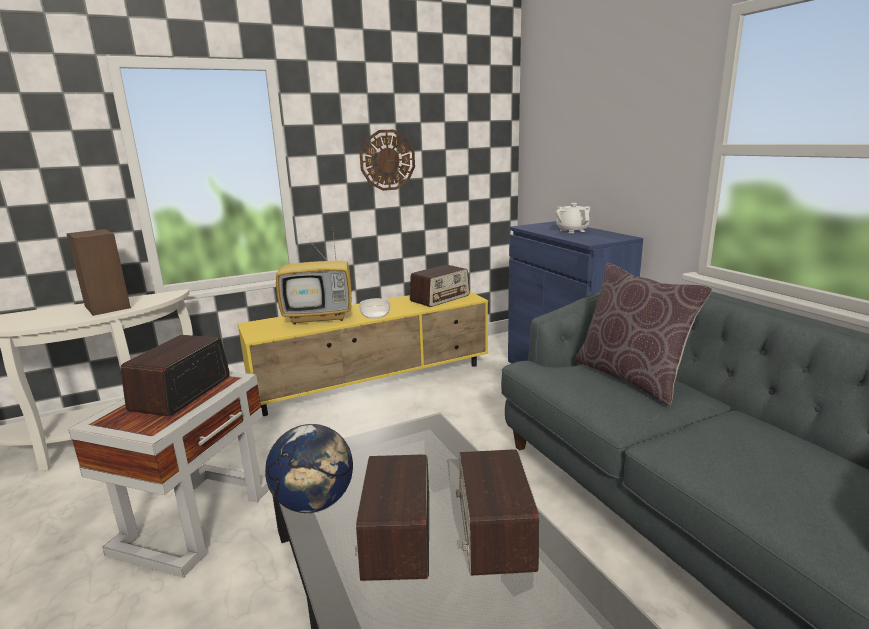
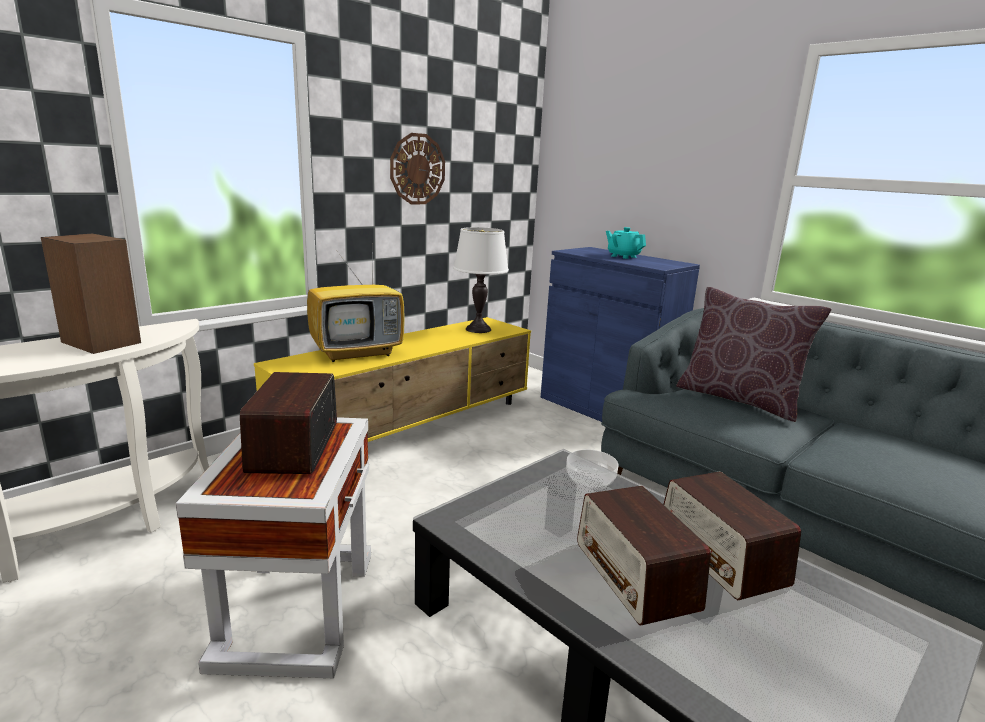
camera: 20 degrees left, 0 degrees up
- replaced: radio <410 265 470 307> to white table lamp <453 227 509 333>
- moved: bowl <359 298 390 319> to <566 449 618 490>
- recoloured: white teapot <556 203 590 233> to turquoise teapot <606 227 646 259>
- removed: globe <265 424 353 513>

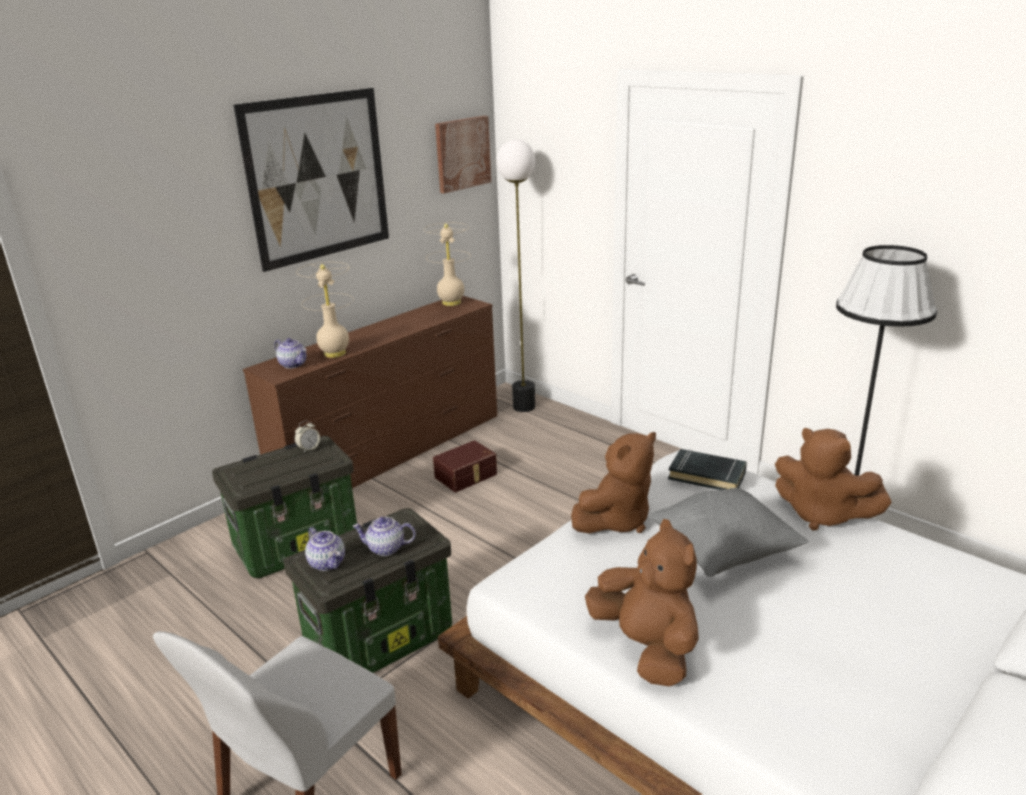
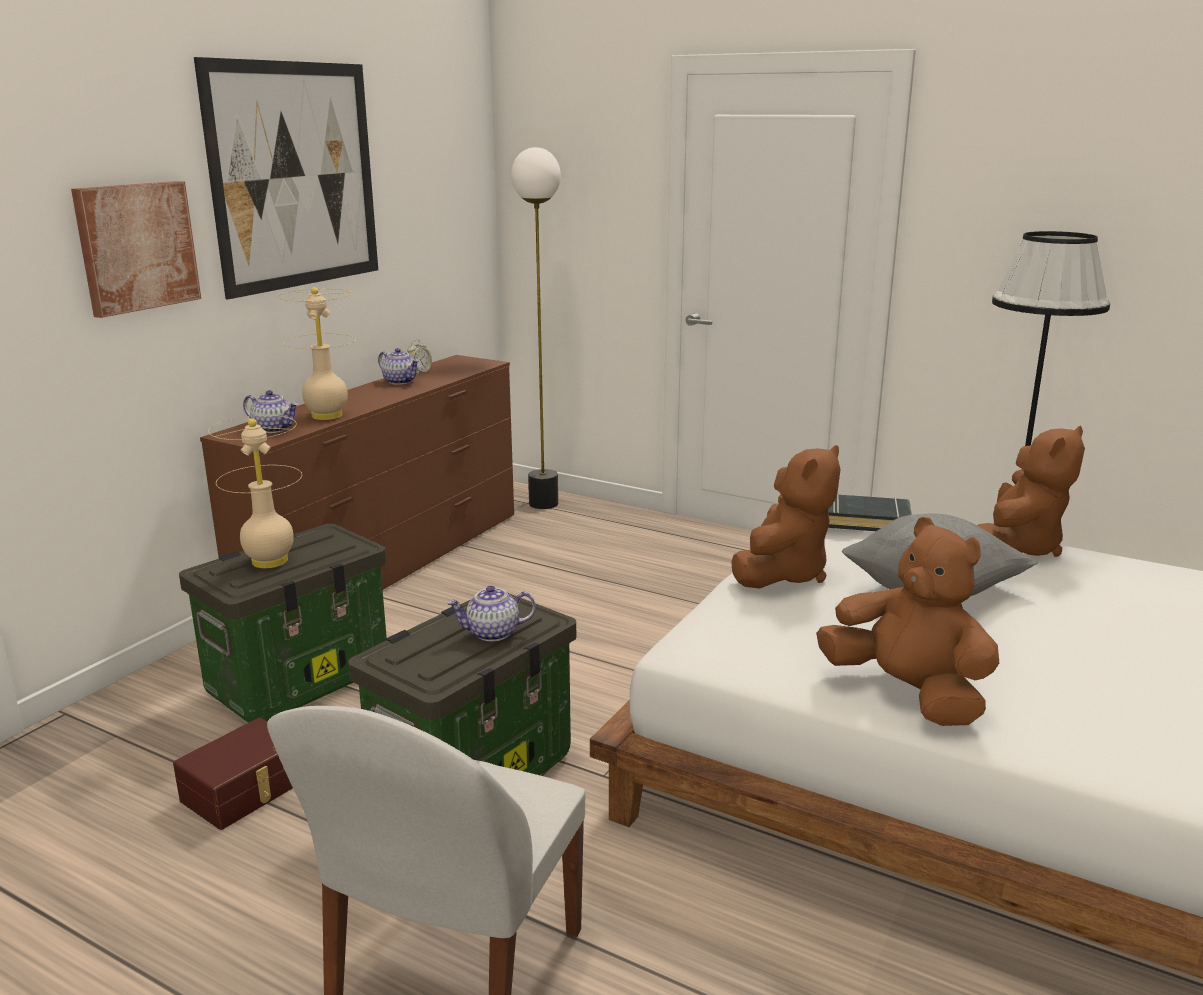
camera: 15 degrees left, 5 degrees down
- moved: picture <435 116 491 193> to <71 181 201 318>
- moved: brown storage box <433 440 497 492> to <173 717 293 830>
- moved: beige table lamp <424 223 470 306> to <208 415 302 568>
- moved: teapot <305 527 345 571> to <378 348 419 385>
- moved: alarm clock <295 420 320 453> to <407 339 432 375>
- turned: brown plush toy <775 428 892 531> = <977 426 1085 557> 75 degrees counterclockwise

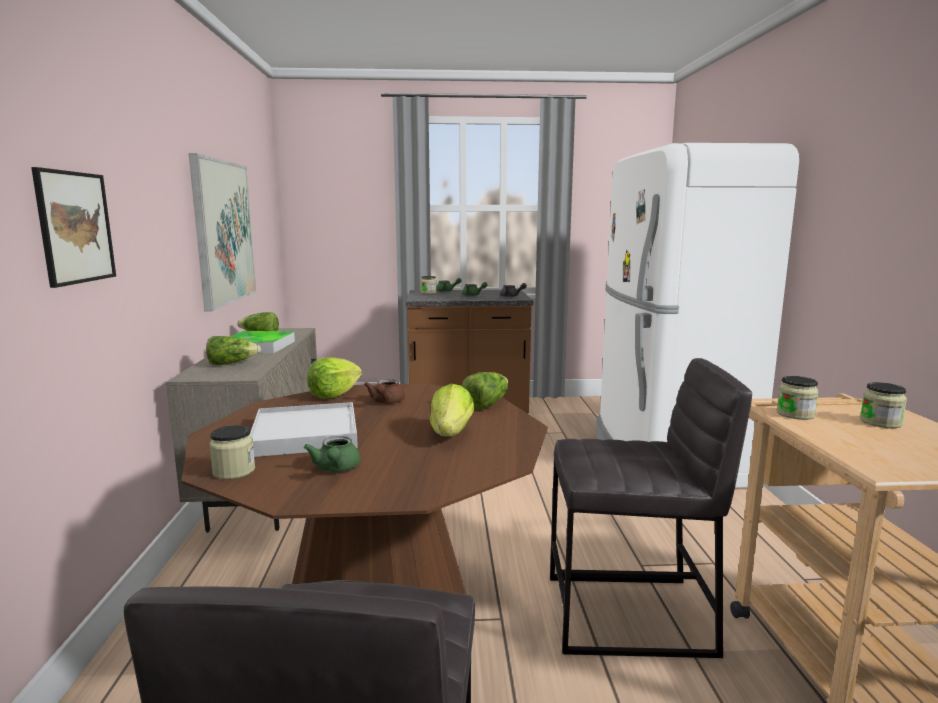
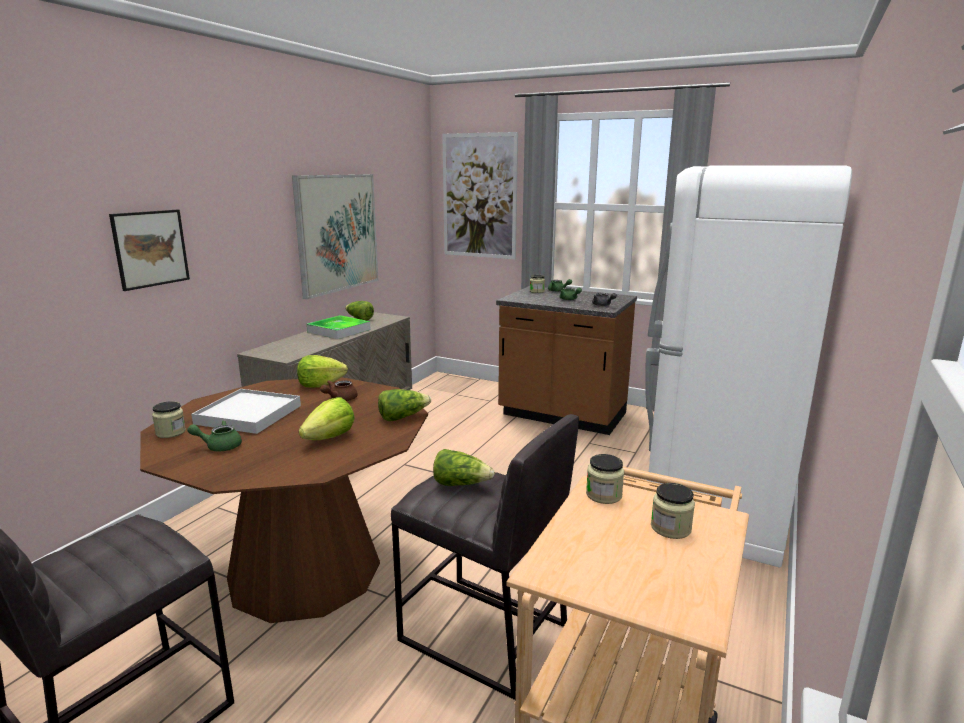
camera: 30 degrees right, 5 degrees up
- turned: green teapot <304 436 360 472> = <187 420 242 451> 60 degrees clockwise
- moved: lettuce <206 336 261 365> to <433 449 495 486>
- added: picture <442 132 518 259>

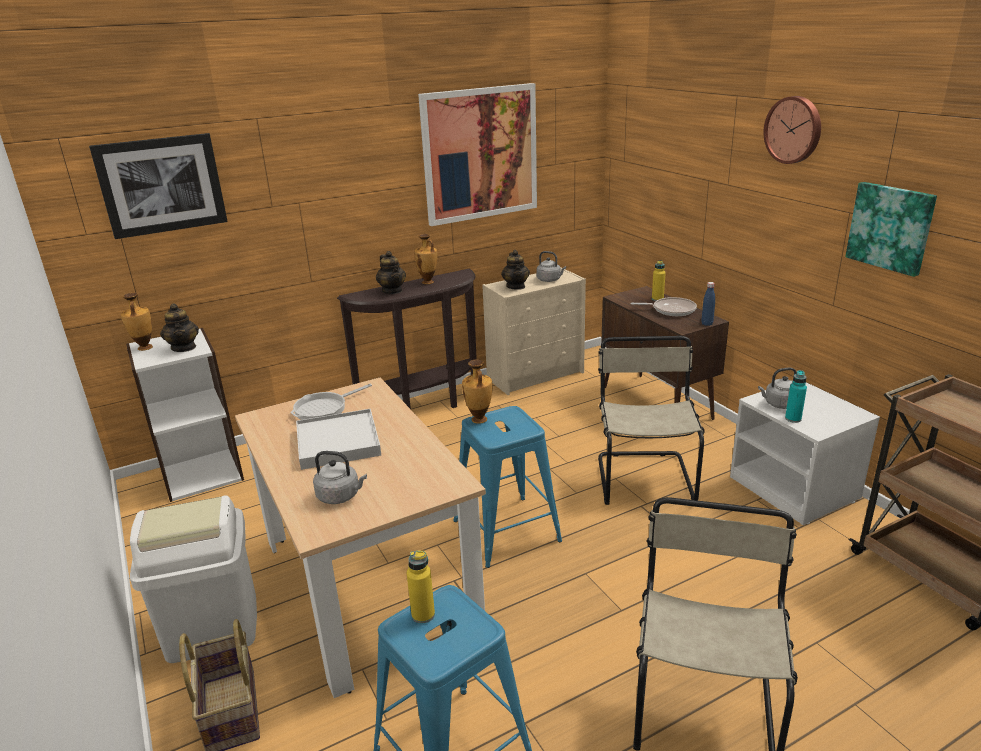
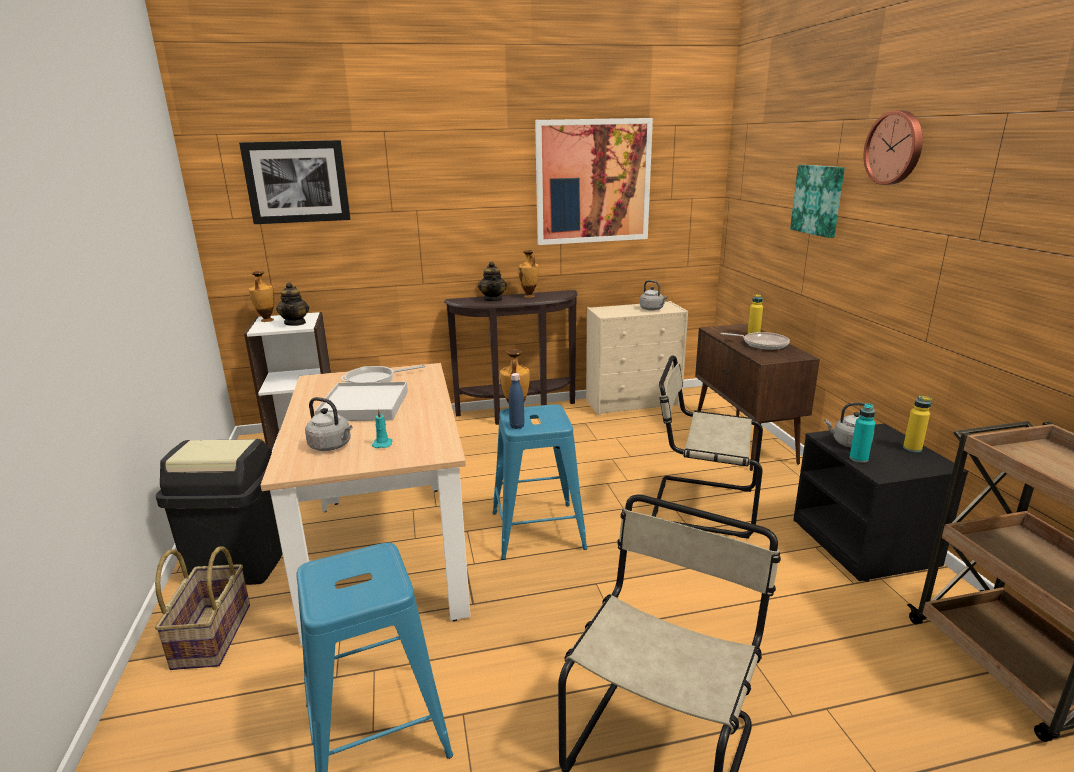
camera: 15 degrees right, 5 degrees down
- recoloured: white trash can <130 496 257 663> to black trash can <156 439 283 585>
- added: turquoise candle <372 409 393 448>
- moved: blue bottle <701 282 715 326> to <509 373 525 429>
- turned: beige chair <598 336 704 505> = <652 355 763 539> 90 degrees counterclockwise
- moved: picture <845 182 937 277> to <790 165 845 238>
- recoloured: white nightstand <730 382 880 525> to black nightstand <793 423 968 582>
- moved: yellow bottle <407 551 435 624> to <903 396 932 452>
- removed: teapot <501 250 530 290>

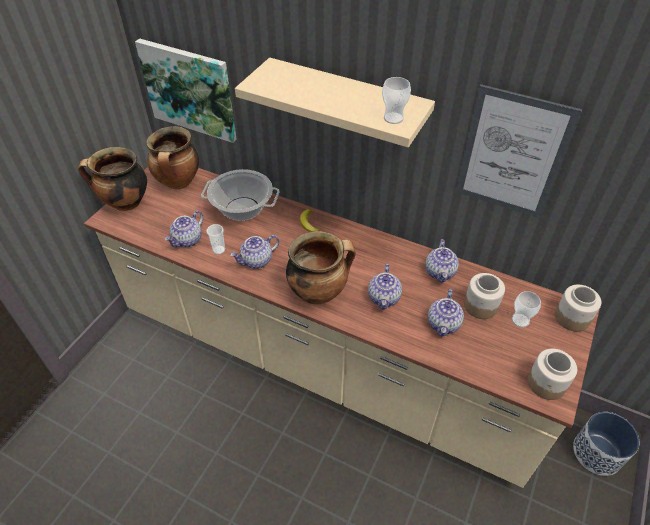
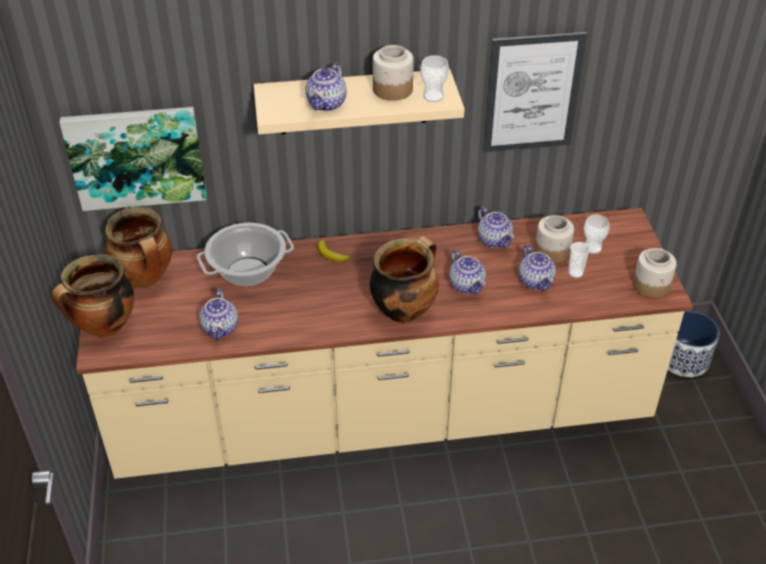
camera: 35 degrees left, 5 degrees down
- moved: teapot <230 235 279 269> to <306 63 347 111>
- moved: jar <555 285 601 332> to <373 45 414 101>
- moved: cup <206 224 225 255> to <568 242 590 278>

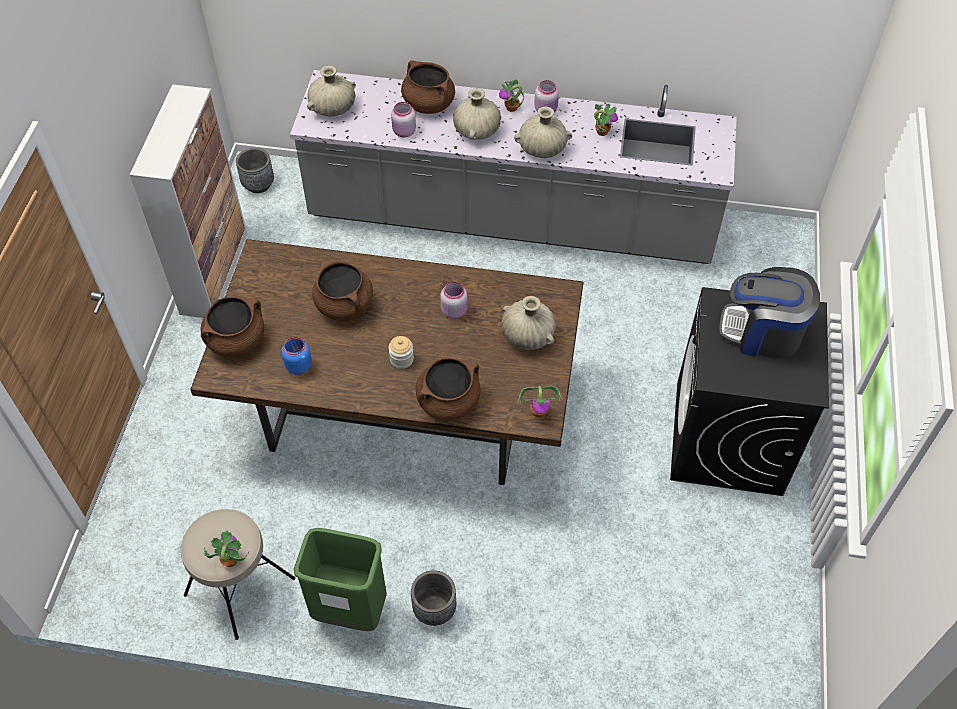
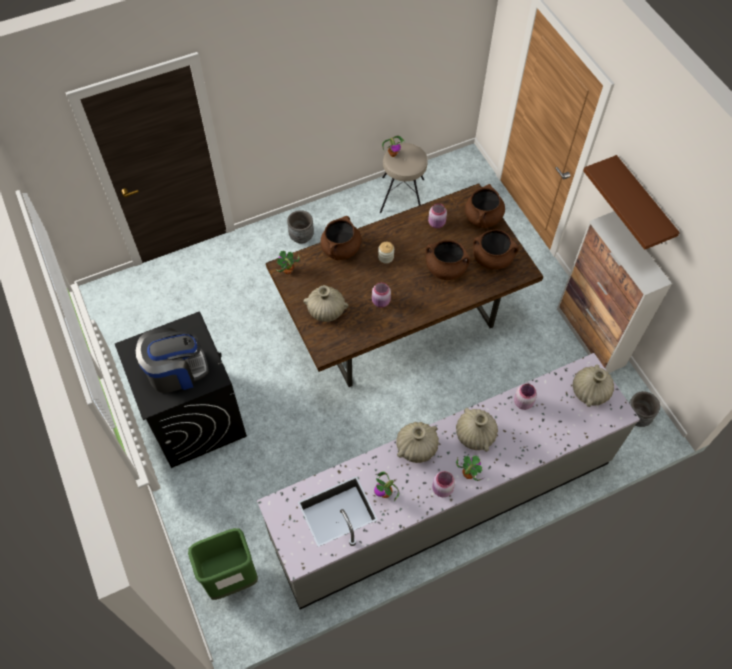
camera: 145 degrees right, 5 degrees up
- moved: green trash can <294 528 387 631> to <188 528 258 600>
- recoloured: blue jar <282 337 312 375> to pink jar <428 203 447 228>
- moved: brown cooking pot <401 61 455 114> to <473 229 519 270>
- added: brown shelf <583 155 680 250>

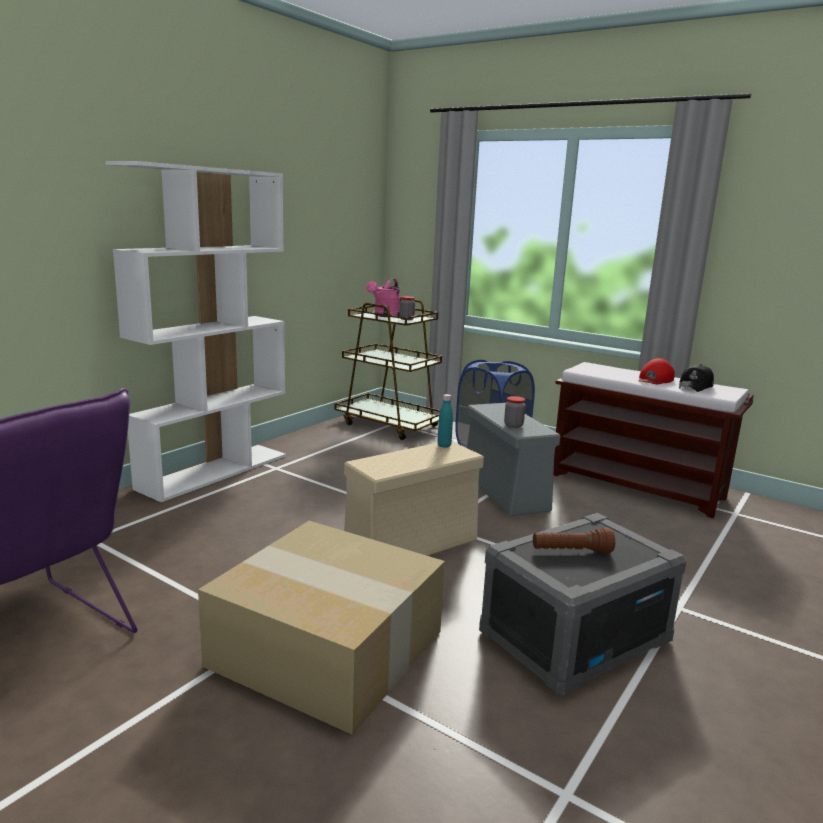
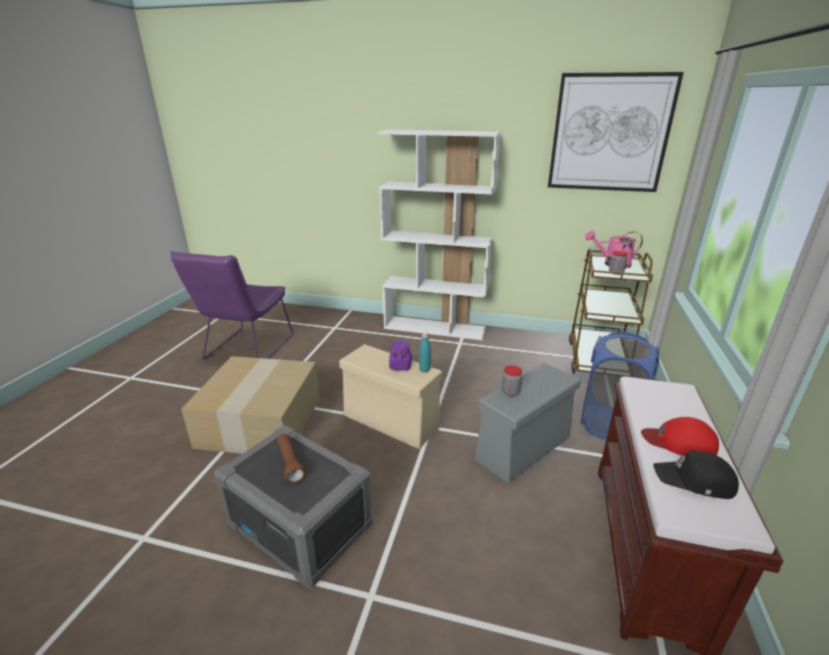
camera: 70 degrees right, 10 degrees up
- added: purple jar <389 341 412 371>
- added: picture <548 72 684 192>

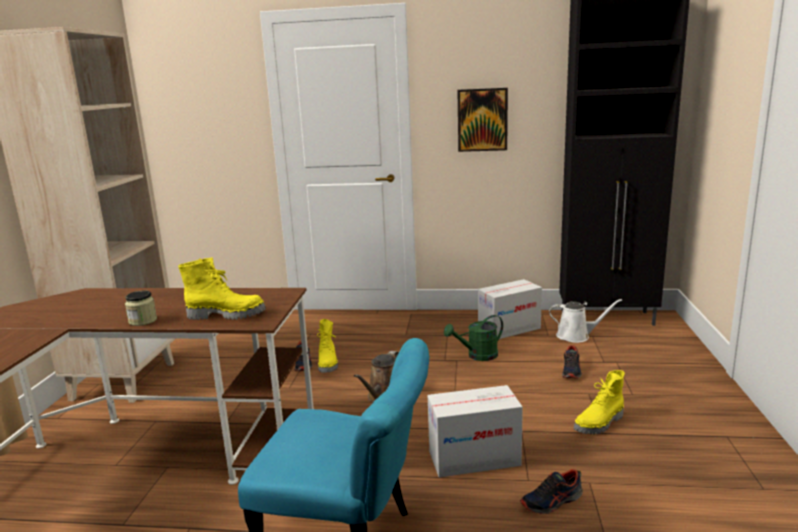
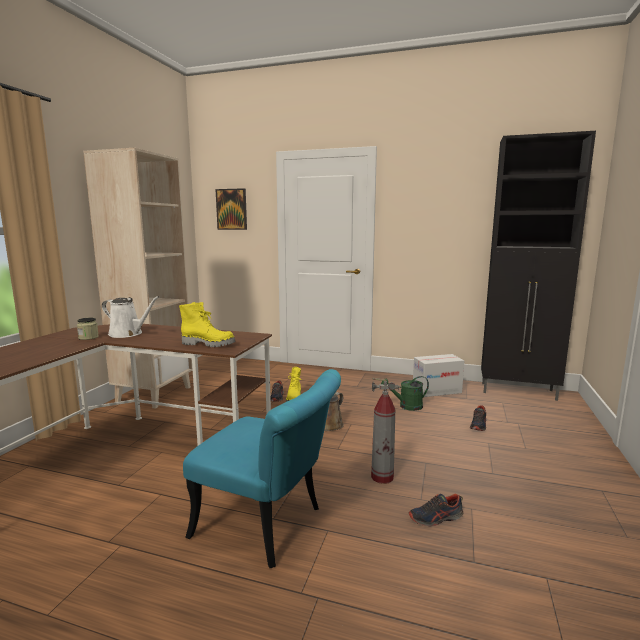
camera: 10 degrees right, 5 degrees down
- moved: jar <125 291 157 326> to <77 318 99 340>
- moved: white watering can <549 299 622 343> to <102 296 159 338>
- moved: picture <458 88 508 152> to <215 188 247 230>
- replaced: cardboard box <428 385 523 477> to fire extinguisher <371 378 399 484>
- removed: yellow boot <574 370 625 434>

